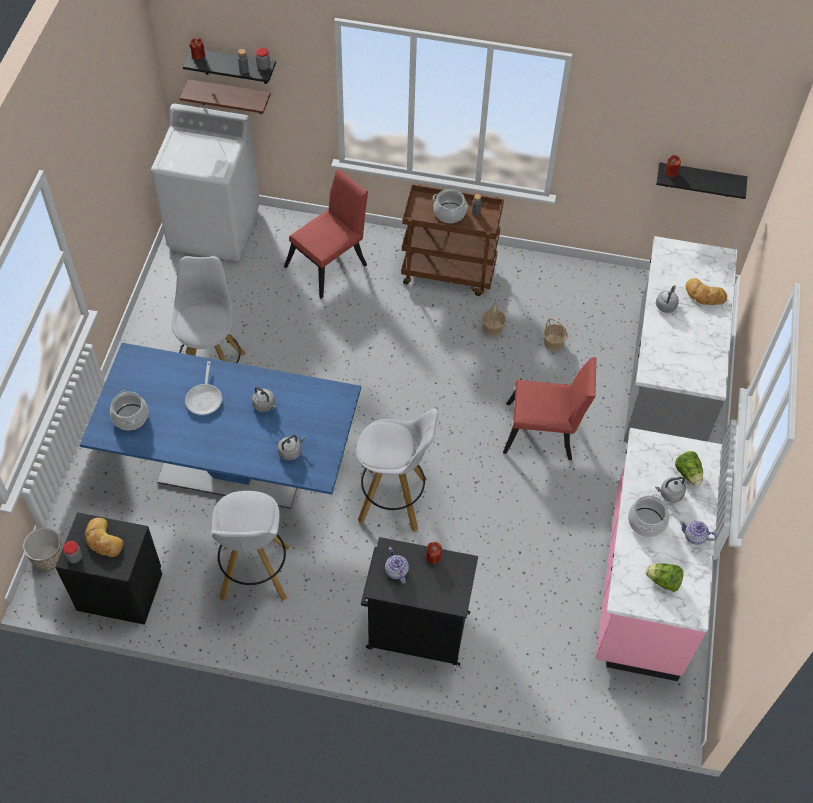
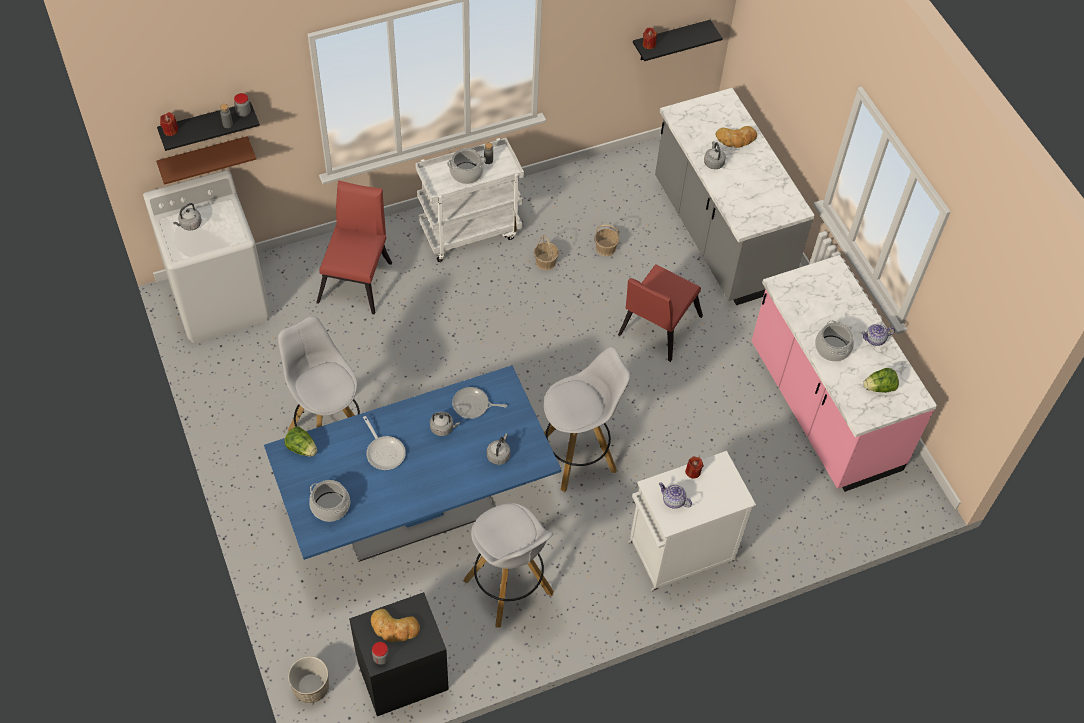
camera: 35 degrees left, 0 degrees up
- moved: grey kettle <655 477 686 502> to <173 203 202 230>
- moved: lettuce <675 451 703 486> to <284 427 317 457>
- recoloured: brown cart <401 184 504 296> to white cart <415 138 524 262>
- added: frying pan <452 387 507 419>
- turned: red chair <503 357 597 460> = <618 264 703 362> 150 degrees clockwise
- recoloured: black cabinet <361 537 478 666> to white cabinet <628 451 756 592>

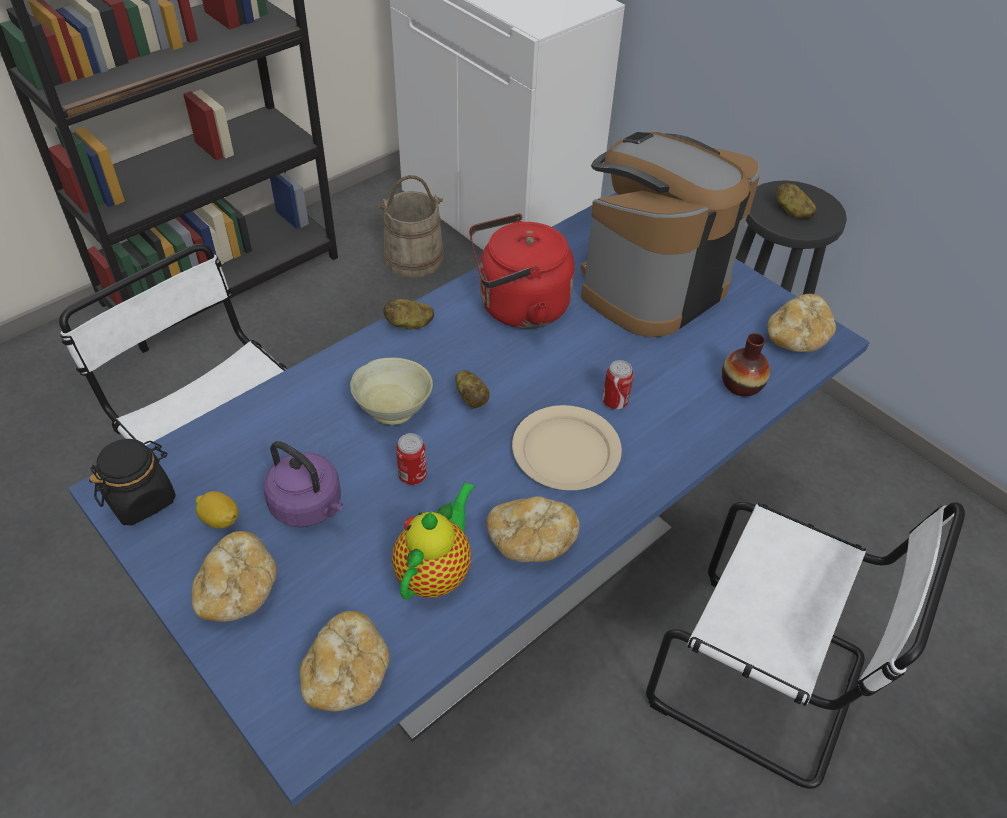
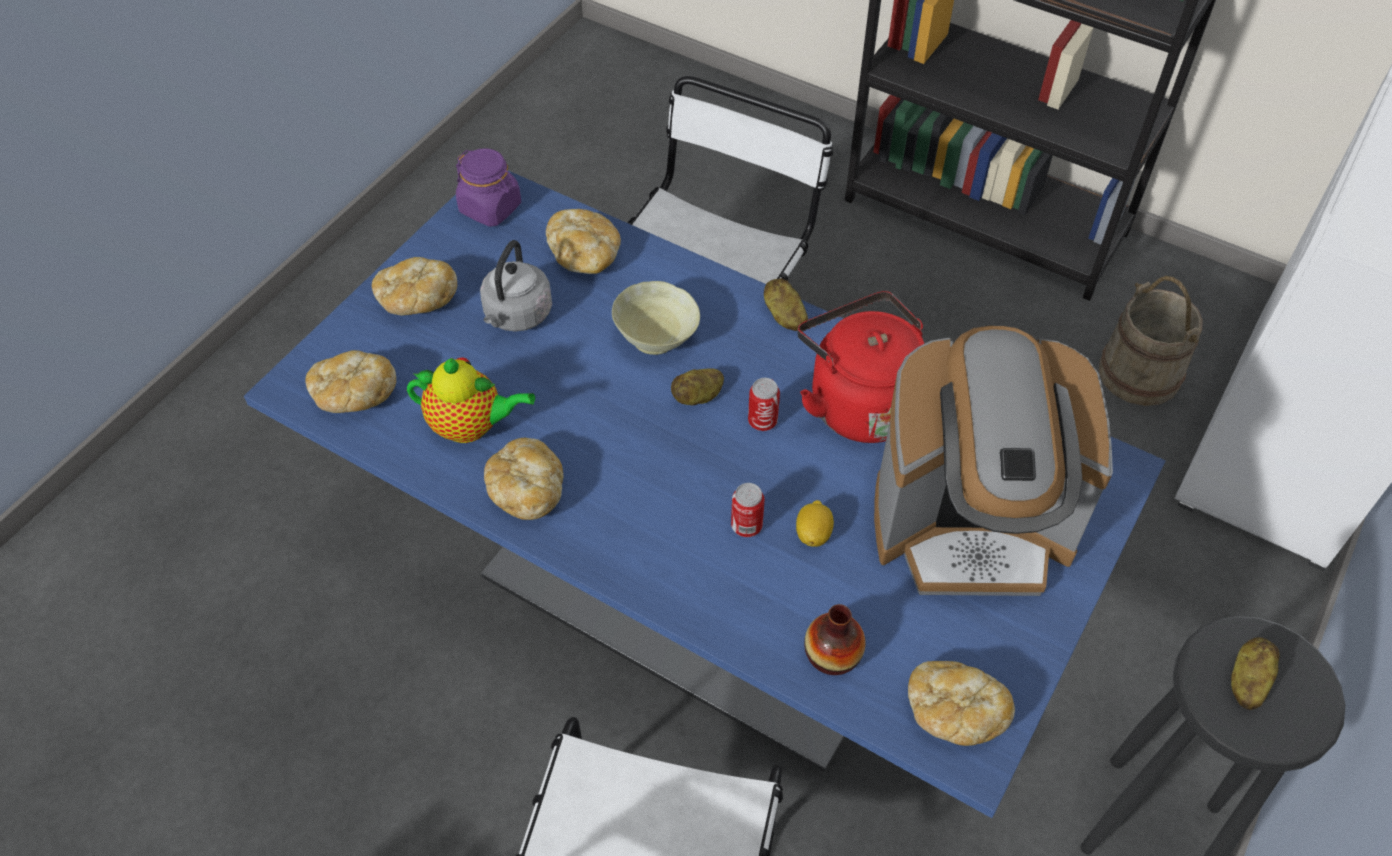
camera: 75 degrees right, 5 degrees up
- recoloured: black jar <89 439 176 526> to purple jar <456 148 521 227>
- recoloured: purple kettle <264 441 343 528> to grey kettle <480 240 552 332>
- added: bread <546 209 621 274>
- moved: can <396 433 427 485> to <748 378 780 431>
- moved: lemon <196 491 238 529> to <796 500 834 547>
- turned: coffee machine <580 132 761 337> = <874 326 1113 596> 150 degrees clockwise
- removed: beige plate <512 405 622 490>

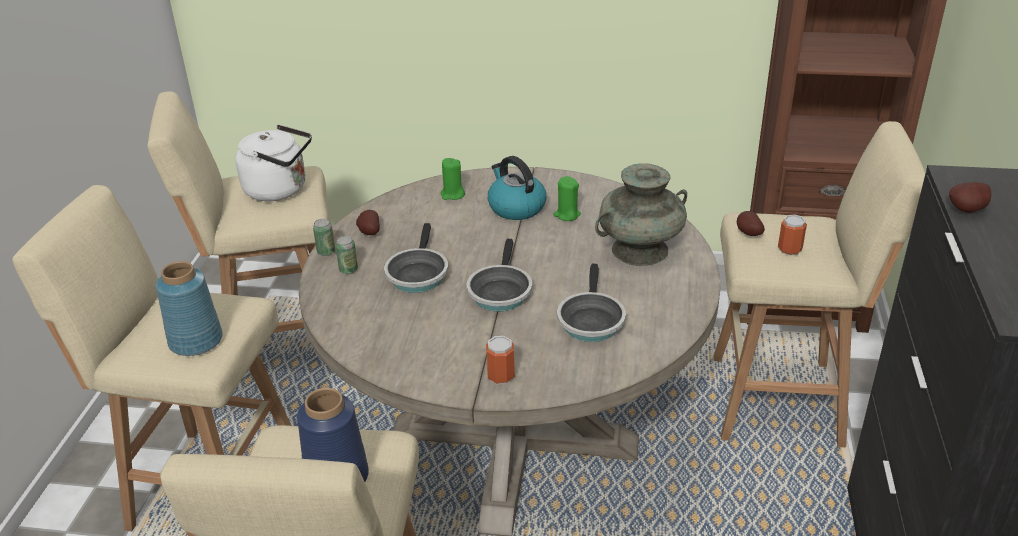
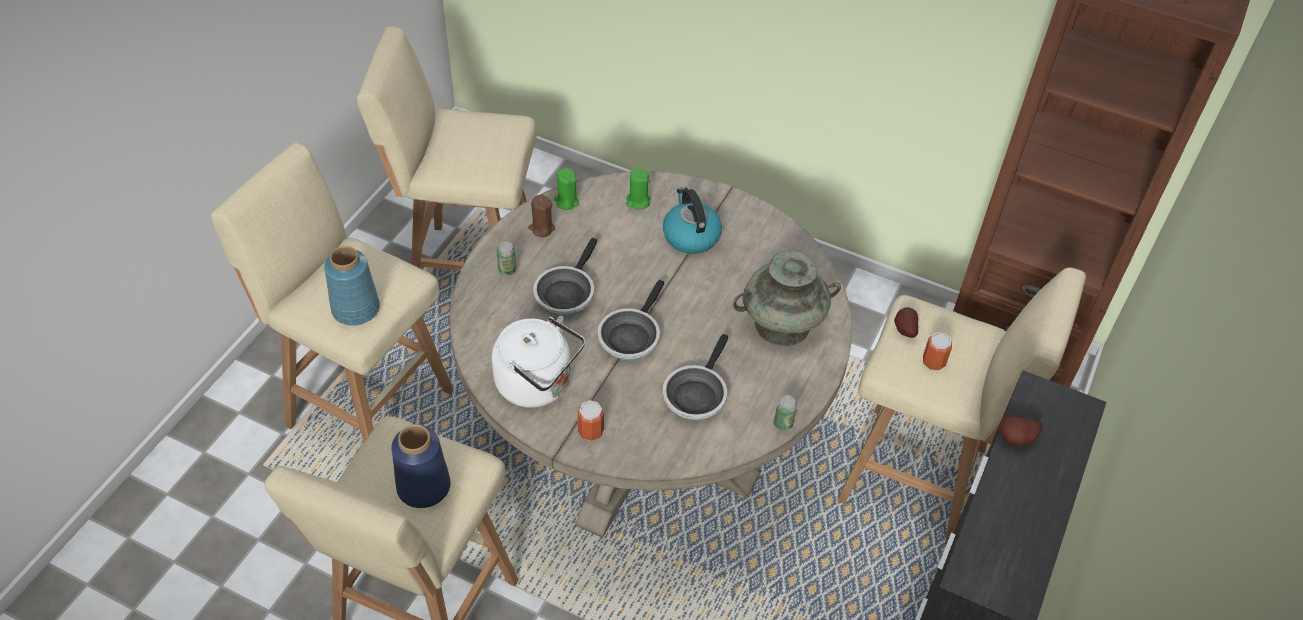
camera: 15 degrees right, 15 degrees up
- moved: white kettle <235 124 312 201> to <492 316 585 408>
- replaced: potato <356 210 380 235> to brown candle <528 194 555 237>
- moved: green candle <553 176 581 221> to <554 168 579 210>
- moved: can <313 219 335 256> to <774 395 797 431>

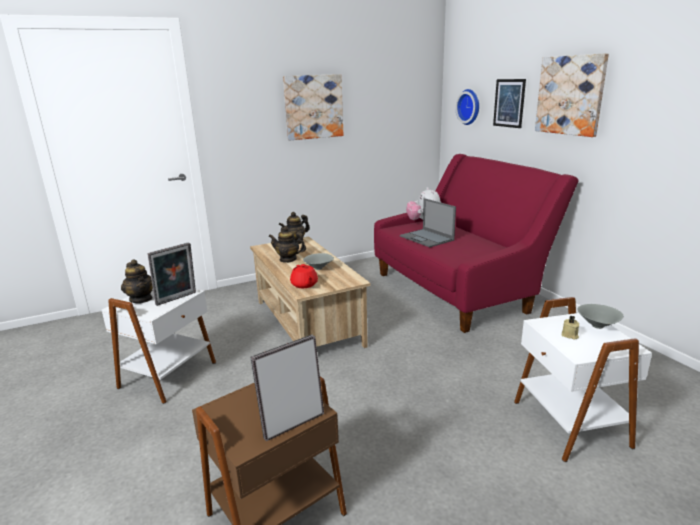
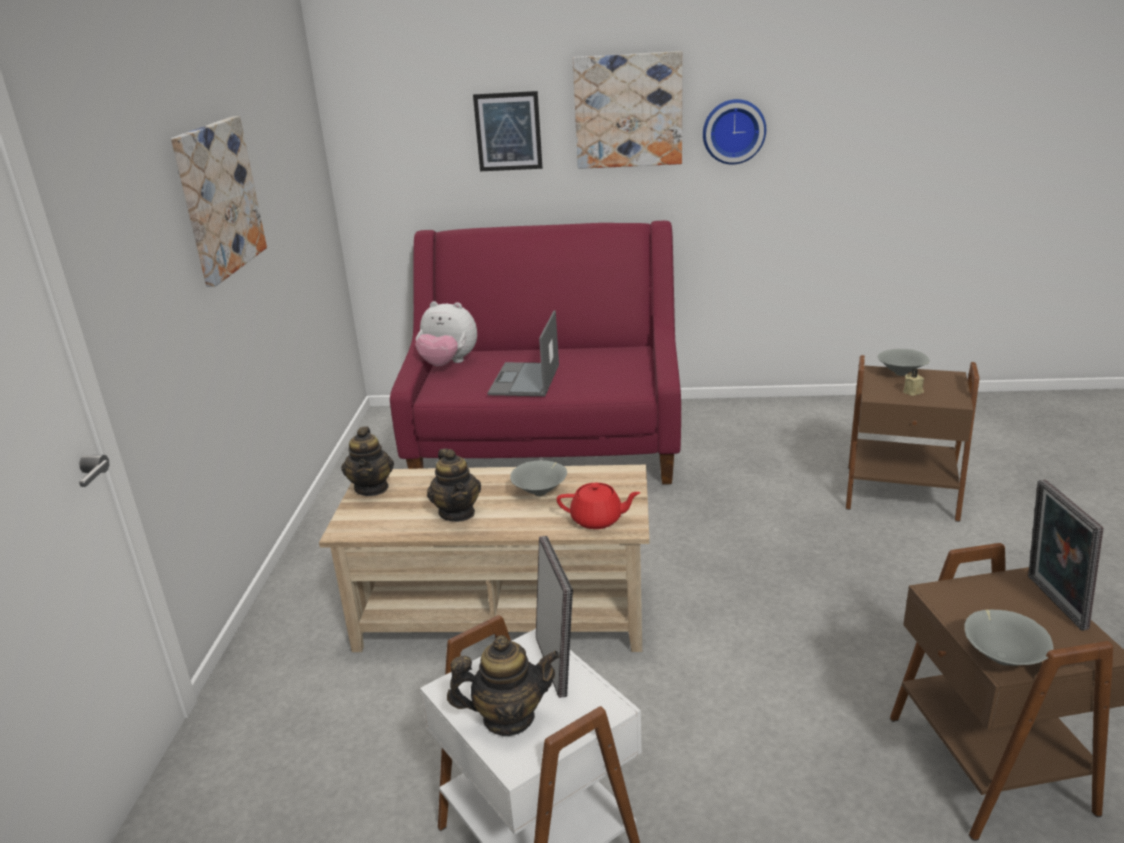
camera: 60 degrees left, 5 degrees up
- turned: teapot <268 226 306 263> = <427 448 481 522> 60 degrees counterclockwise
- turned: laptop <400 198 456 247> = <488 311 559 396> 105 degrees clockwise
- moved: wall clock <455 89 479 125> to <703 99 766 165>
- recoloured: white side table <514 297 652 462> to brown side table <846 355 979 522>
- added: grey bowl <964 609 1053 666>

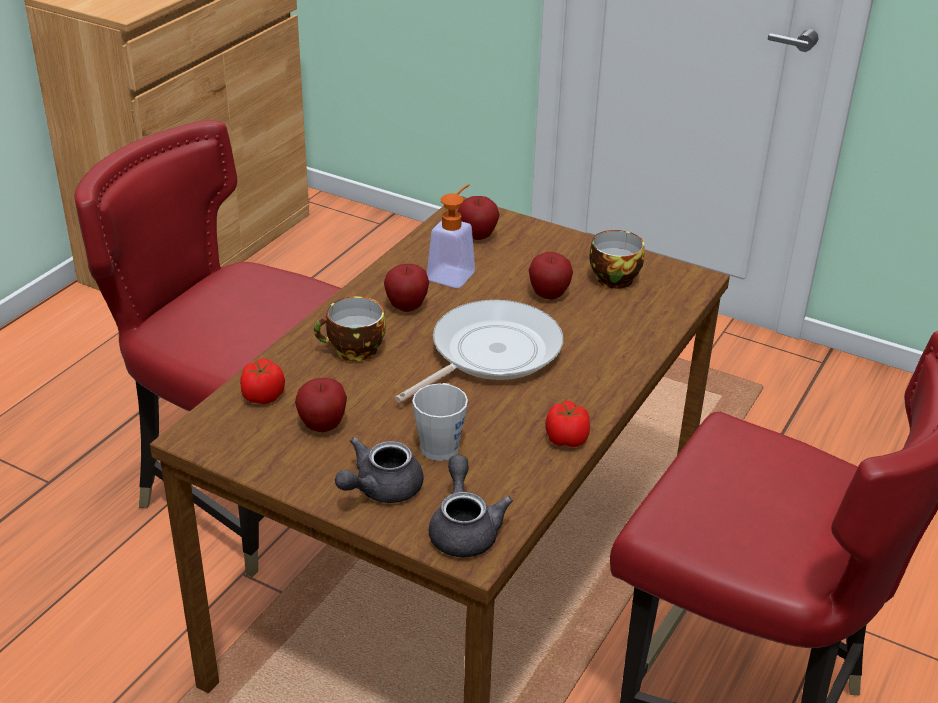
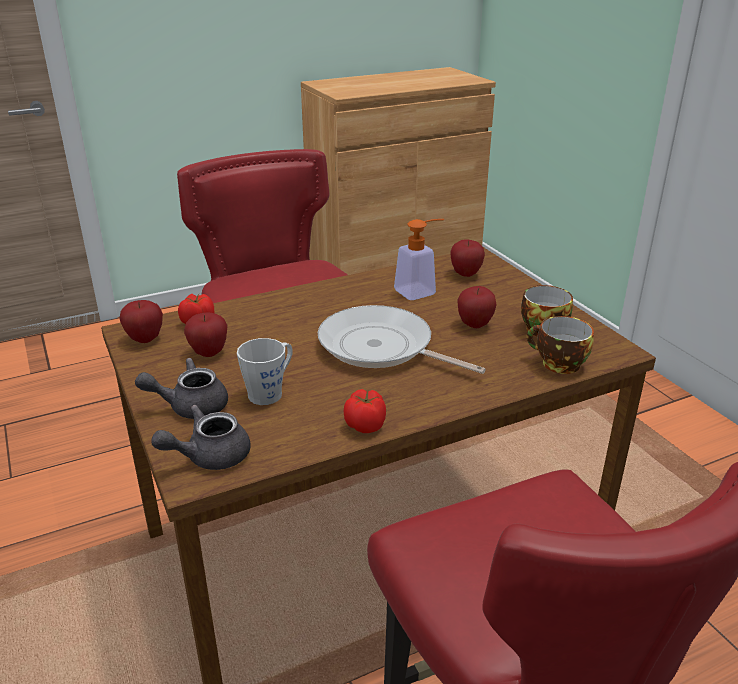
camera: 35 degrees right, 5 degrees down
- moved: apple <384 264 429 312> to <119 300 163 343>
- turned: grey teapot <429 455 513 557> = <151 405 251 470> 150 degrees counterclockwise
- turned: frying pan <395 300 563 402> = <318 305 486 374> 135 degrees counterclockwise
- moved: cup <314 296 386 362> to <527 316 594 374>

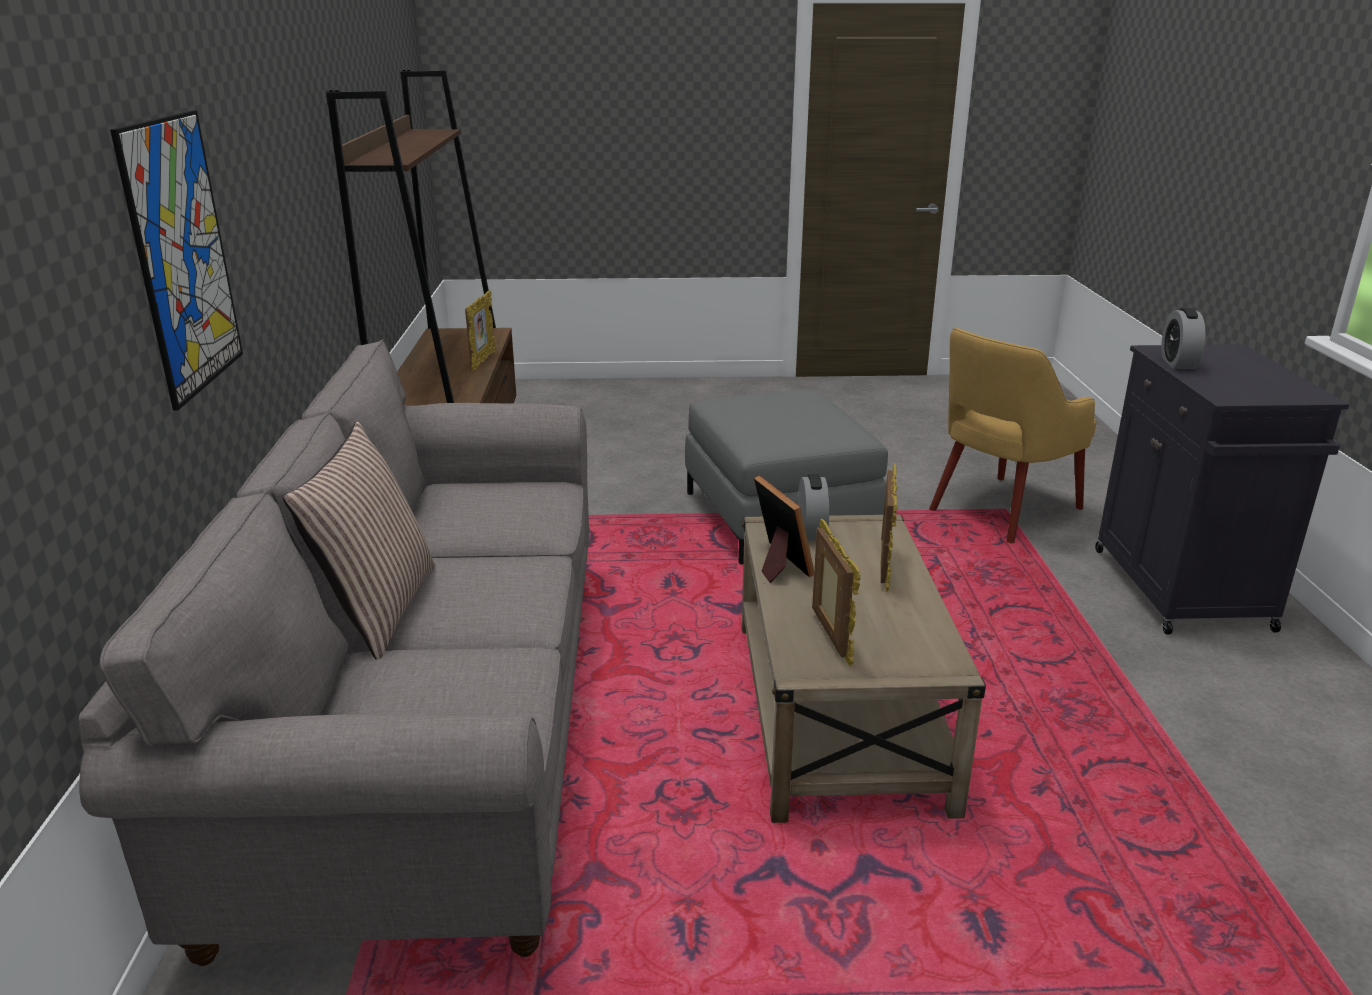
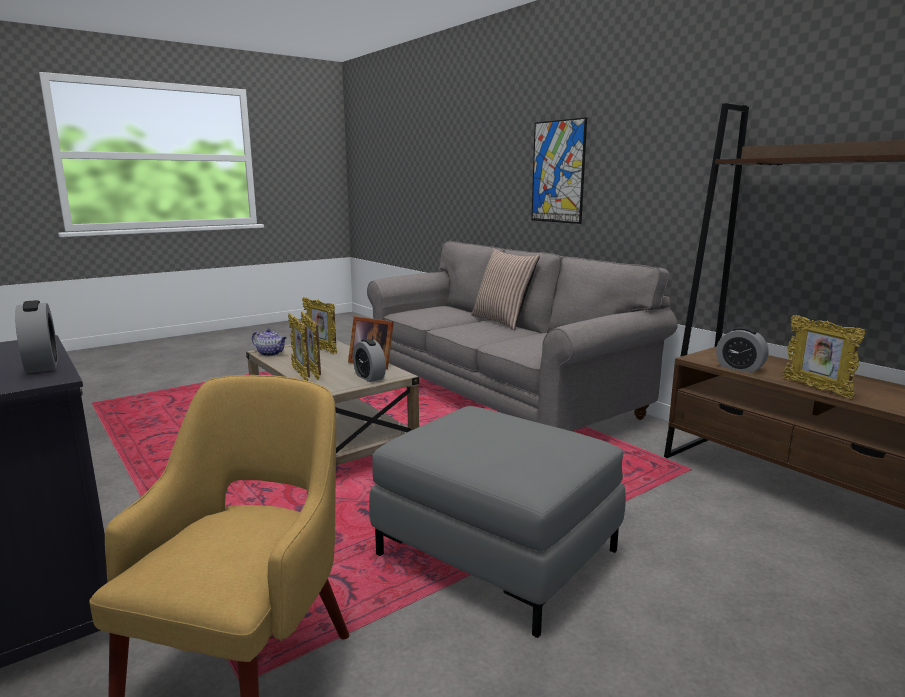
camera: 145 degrees right, 10 degrees down
- added: teapot <252 329 287 356>
- added: picture frame <288 313 310 381>
- added: alarm clock <716 327 768 373>

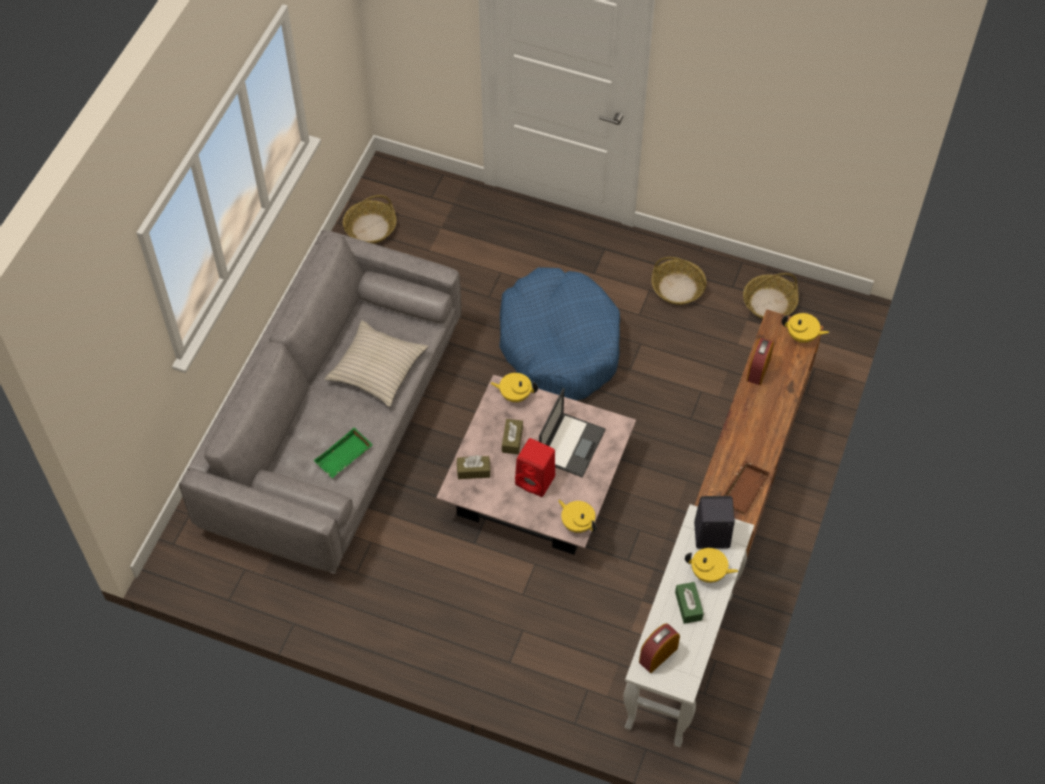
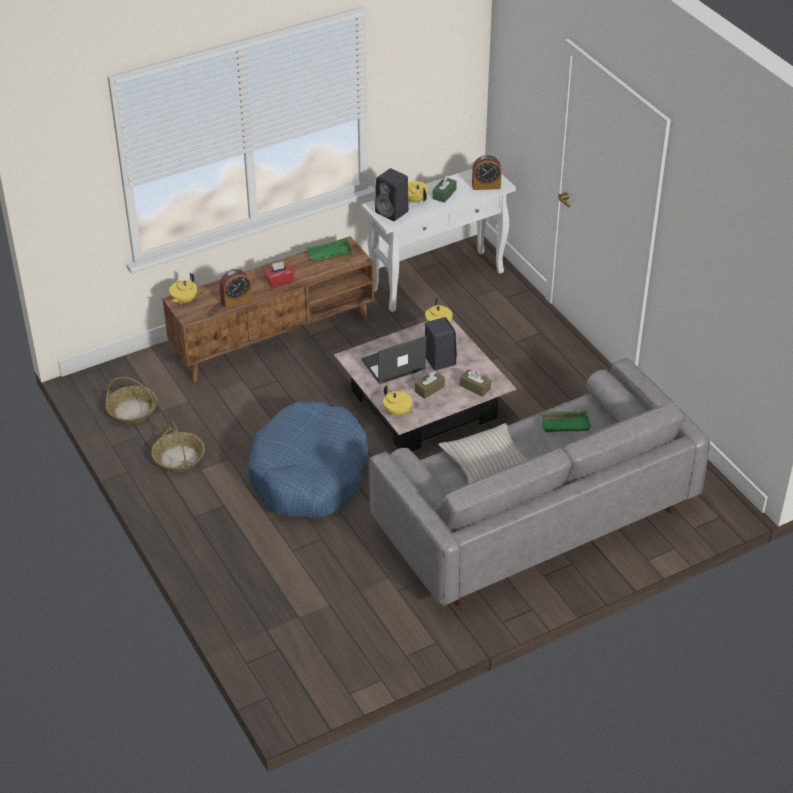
camera: 140 degrees left, 15 degrees down
- turned: yellow teapot <782 313 829 343> = <169 273 197 305> 120 degrees counterclockwise
- added: red tissue box <264 261 295 287>
- recoloured: brown tray <723 460 770 514> to green tray <306 238 354 262>
- recoloured: red speaker <515 438 555 497> to black speaker <425 317 457 370>
- removed: basket <343 195 396 244>

